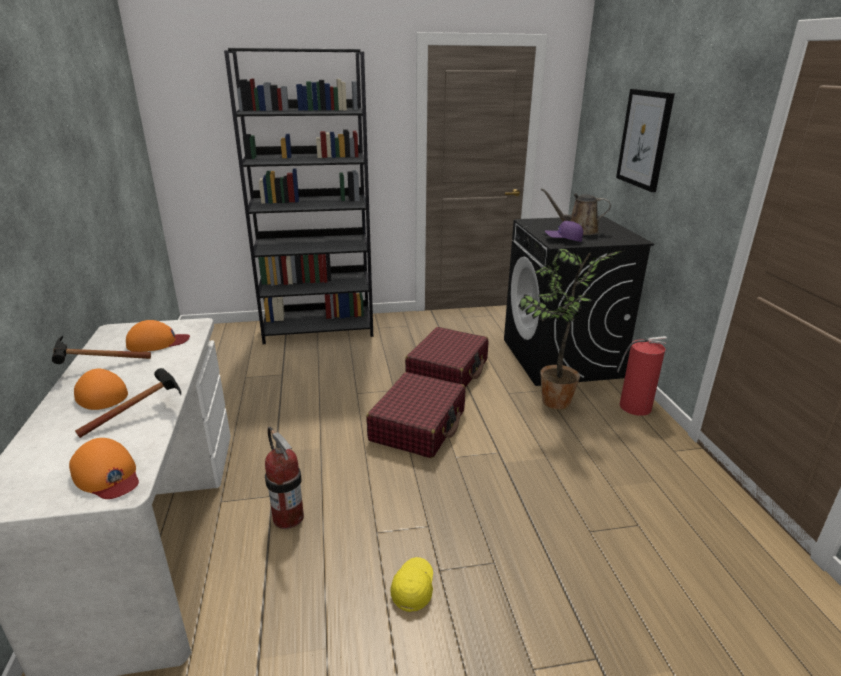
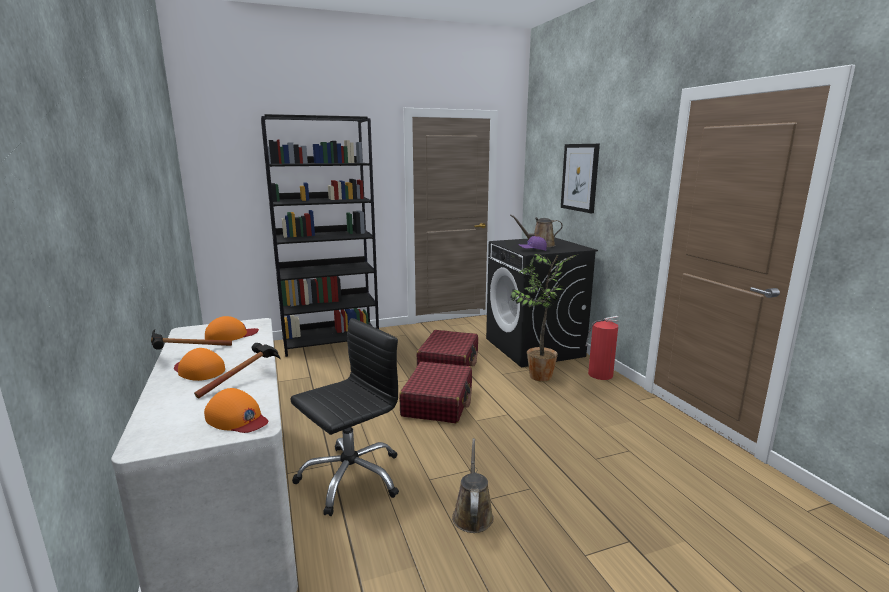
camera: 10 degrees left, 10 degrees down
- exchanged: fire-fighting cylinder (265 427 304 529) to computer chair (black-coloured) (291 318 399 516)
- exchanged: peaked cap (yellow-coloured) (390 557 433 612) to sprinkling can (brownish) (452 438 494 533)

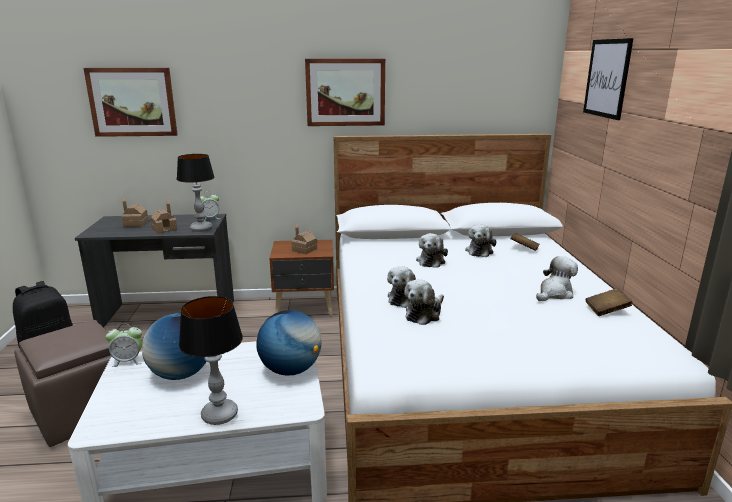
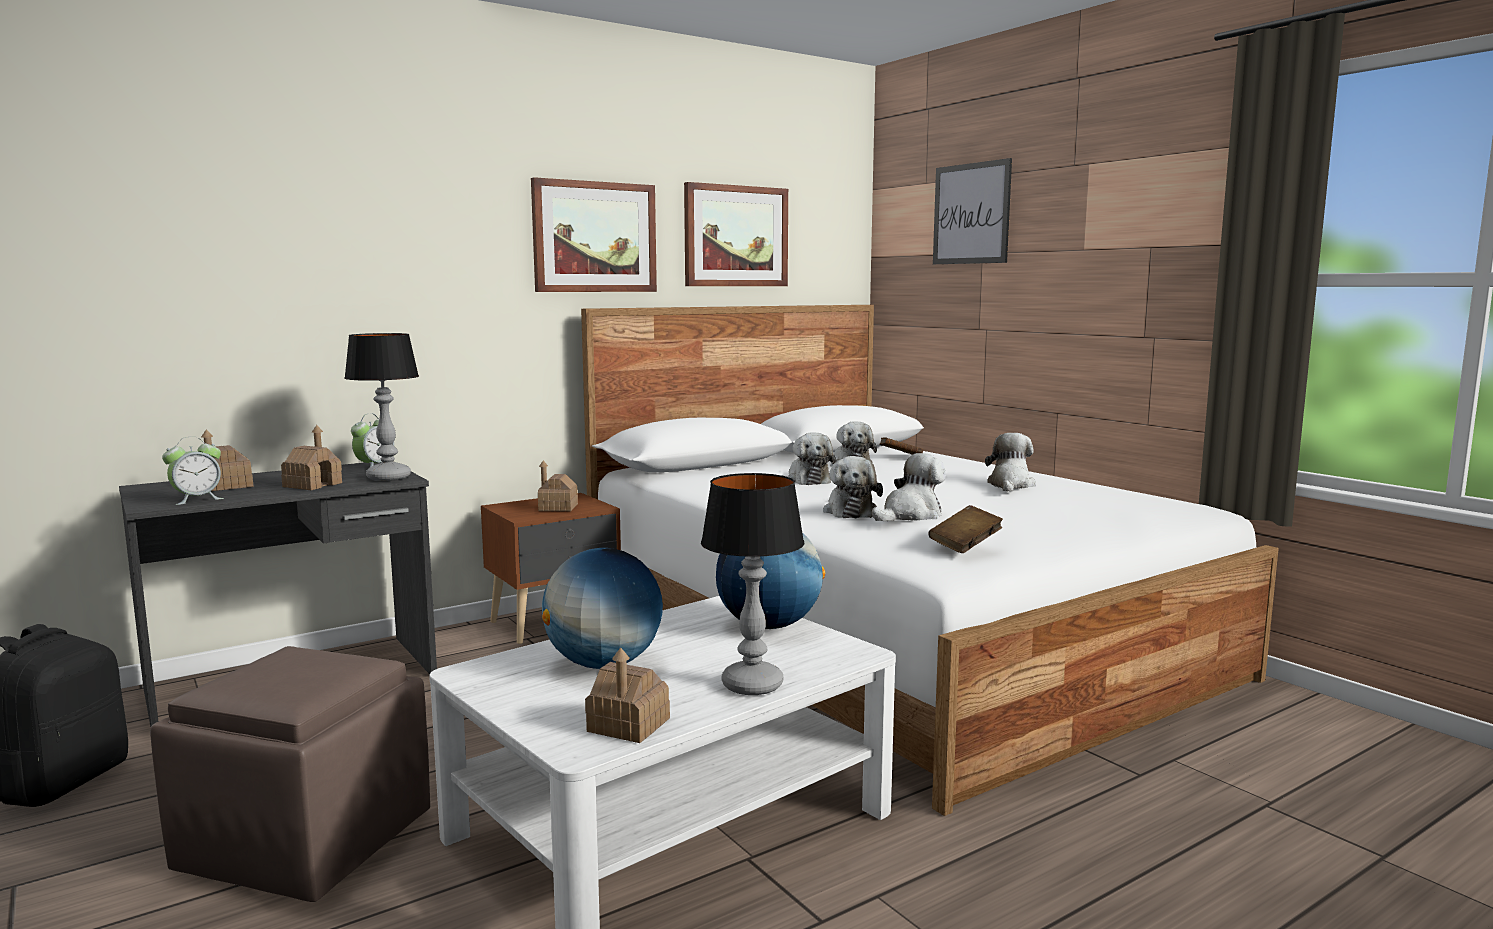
camera: 30 degrees left, 10 degrees down
- appeared: model house (585 647 670 743)
- relocated: wall picture (83 68 177 137) to (684 182 788 286)
- relocated: alarm clock (106 323 142 367) to (162 437 224 505)
- relocated: book (brownish) (586 288 632 316) to (929 505 1003 553)
- spun: soft toy (404 279 444 325) = (872 453 946 521) 135 degrees counterclockwise

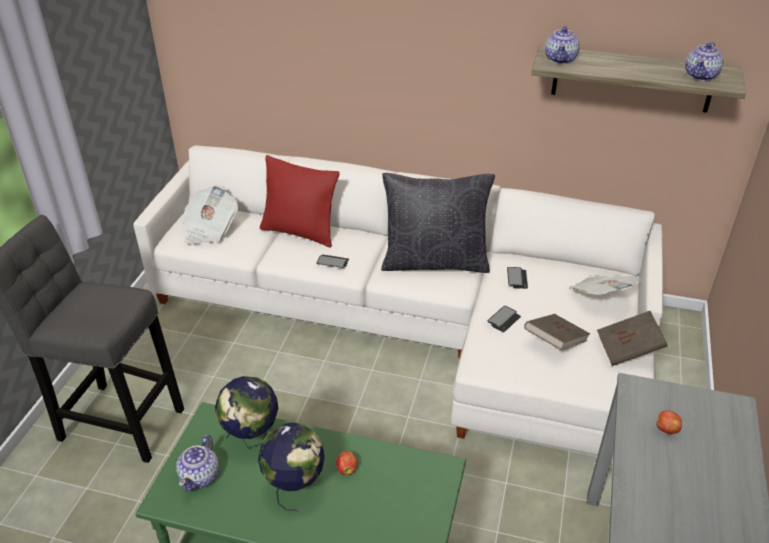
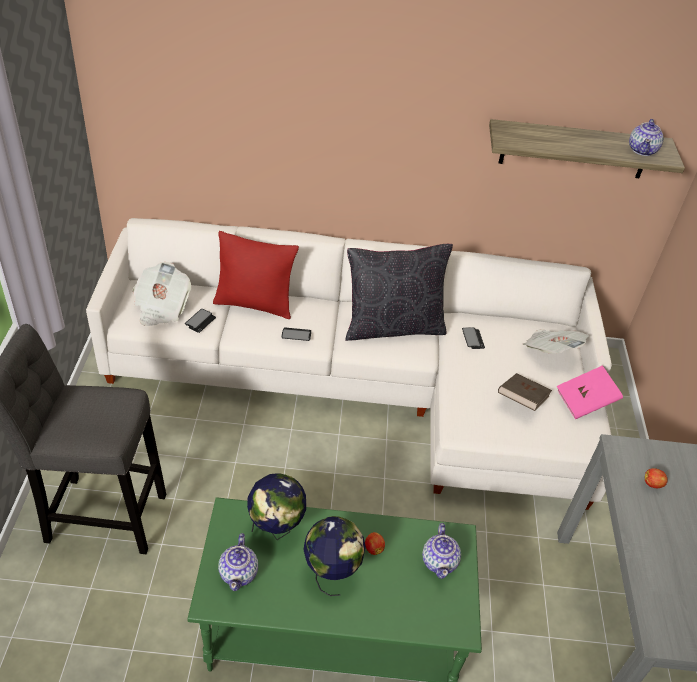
camera: 15 degrees left, 5 degrees up
- relocated: handset (487 306 521 332) to (185 309 216 333)
- relocated: teapot (545 26 580 64) to (422 523 461 579)
- colour: book (brownish) (597 311 668 366) to book (pinkish) (557 365 623 419)

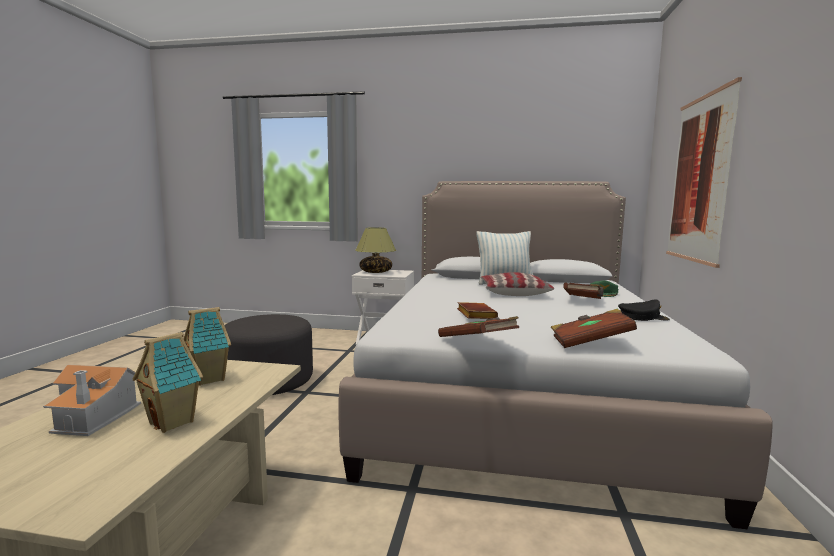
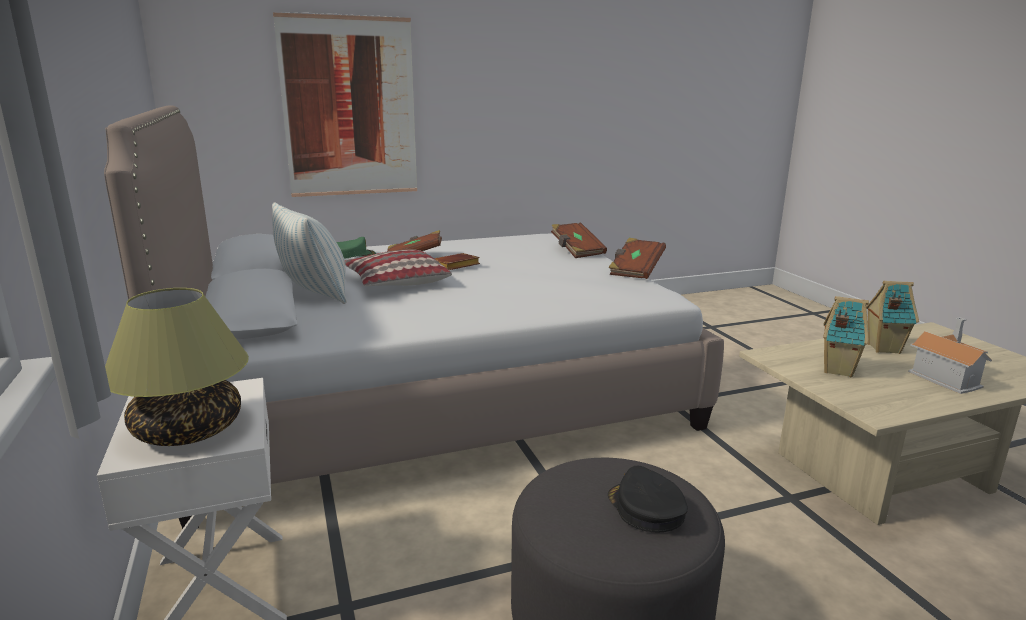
camera: 120 degrees left, 10 degrees up
- relocated: book (brownish) (457 302 498 319) to (434 253 480 270)
- relocated: peaked cap (black-coloured) (618 300 670 321) to (608 466 688 533)

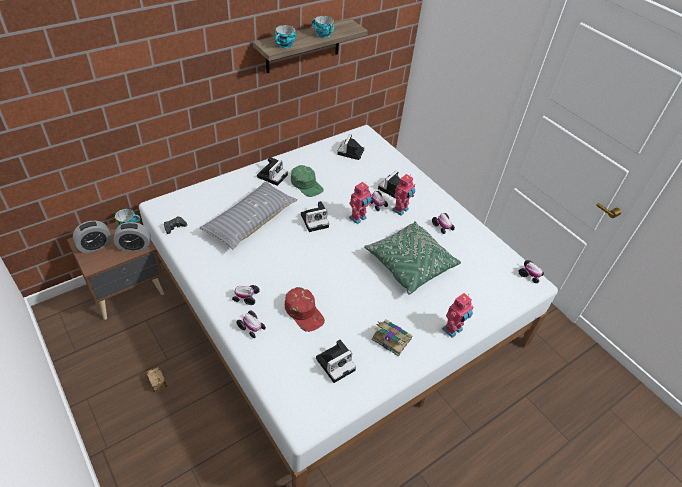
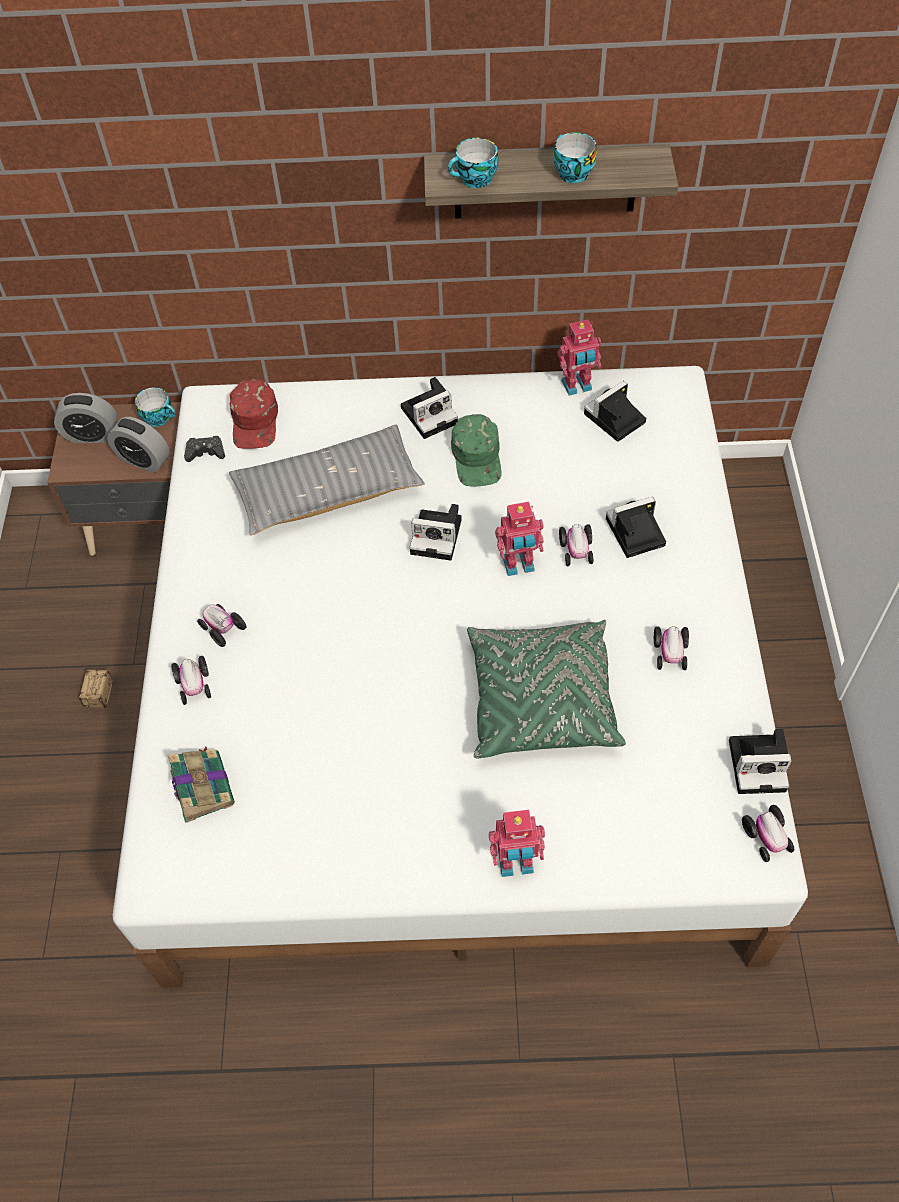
camera: 40 degrees right, 10 degrees up
- relocated: peaked cap (red-coloured) (285 287 325 332) to (230 379 278 449)
- relocated: photo camera (316 340 356 383) to (729 728 792 794)
- relocated: book (371 319 413 357) to (168 747 235 823)
- relocated: model robot (392 174 415 216) to (557 320 601 396)

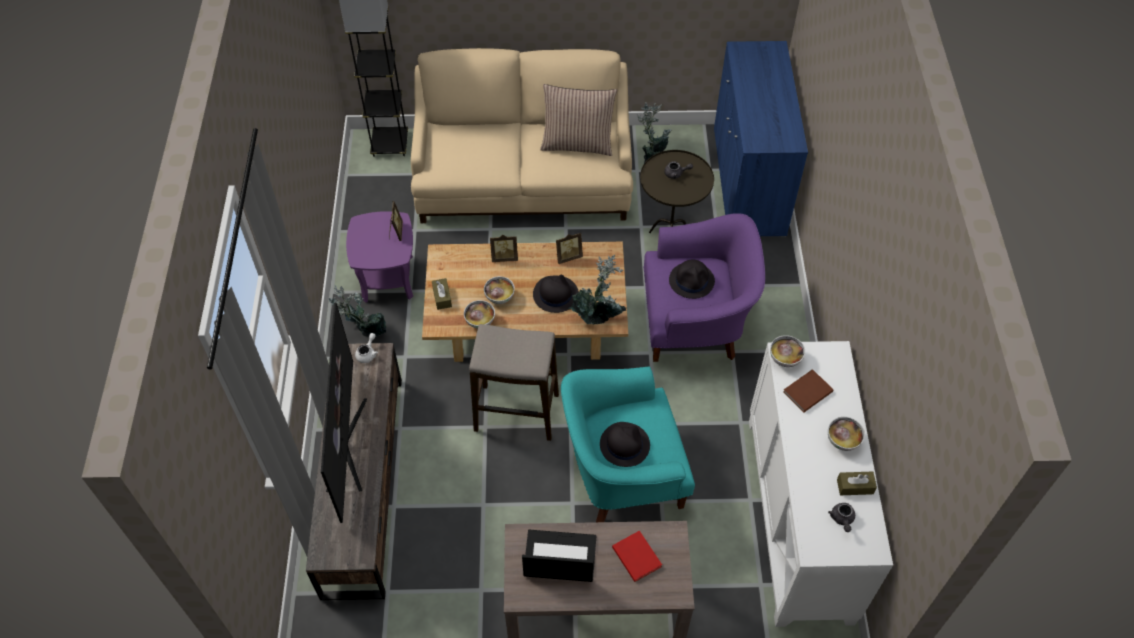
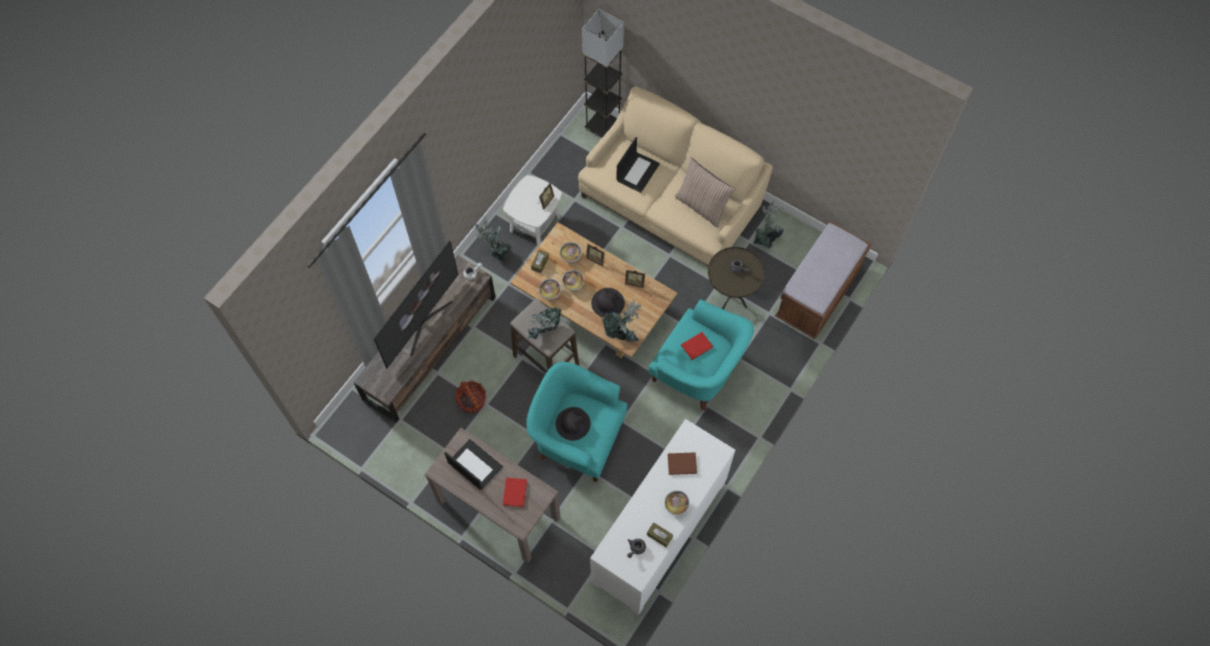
camera: 35 degrees right, 10 degrees up
- appeared: storage basket (455 381 486 413)
- appeared: plant in a pot (527 308 561 339)
- appeared: laptop (616 137 660 193)
- relocated: deep dish (770 335 805 367) to (560 242 582 263)
- exchanged: clothing hat (black-coloured) (669 260 715 299) to book (red-coloured) (681 332 713 360)
- exchanged: storage cabinet (blue) (714 41 808 237) to indoor bench (brownish) (775 222 872 339)
- colour: end table (purple) (346 211 413 303) to end table (white) (503 175 562 247)
- colour: armchair (purple) (643 213 765 362) to armchair (turquoise-coloured) (648 299 754 411)

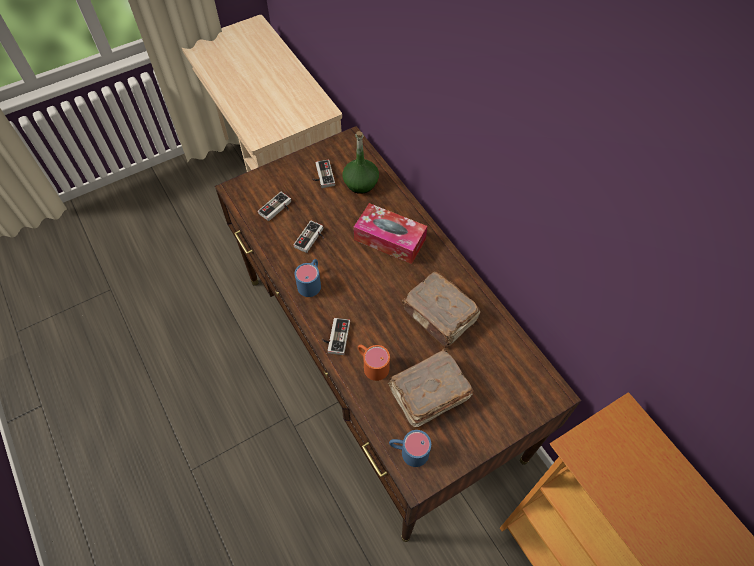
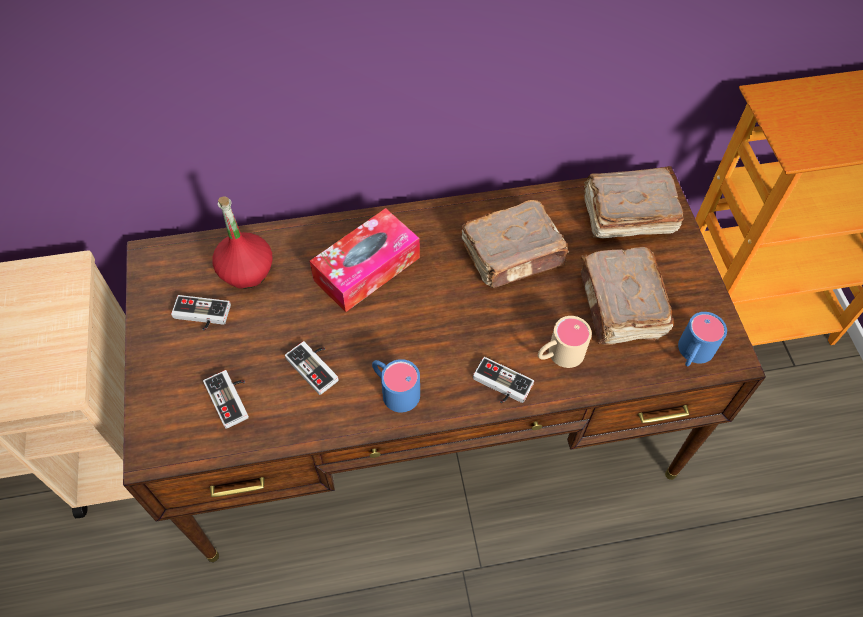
camera: 70 degrees left, 0 degrees up
- appeared: book (brownish) (584 168 684 238)
- colour: bottle (green) (342 131 379 194) to bottle (red-coloured) (212 196 273 289)
- colour: tea mug (orangey) (358 345 390 381) to tea mug (sand-coloured) (538 316 592 368)

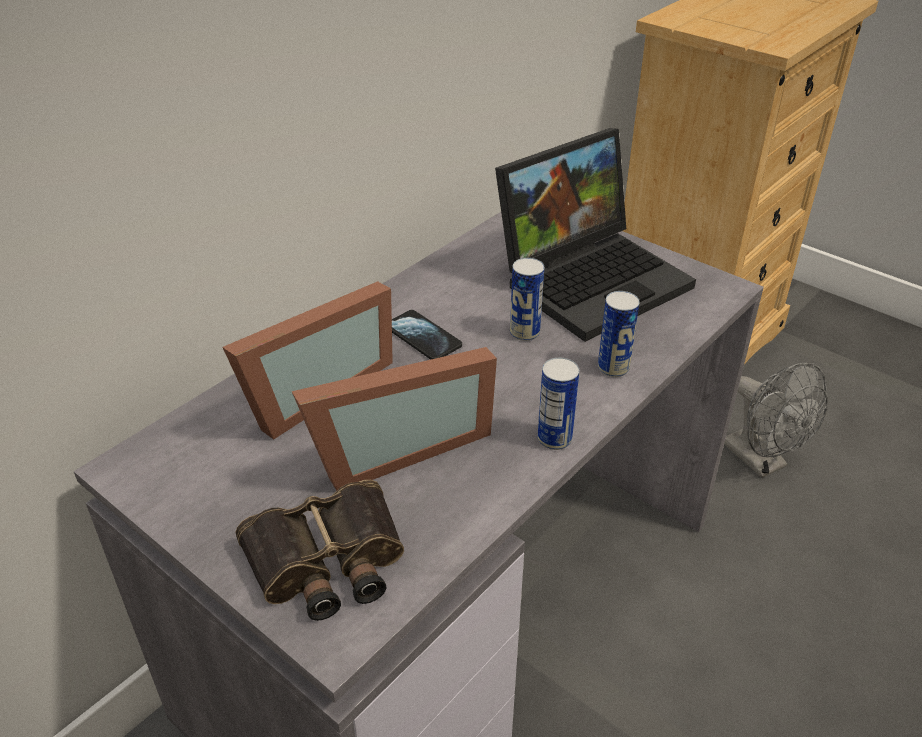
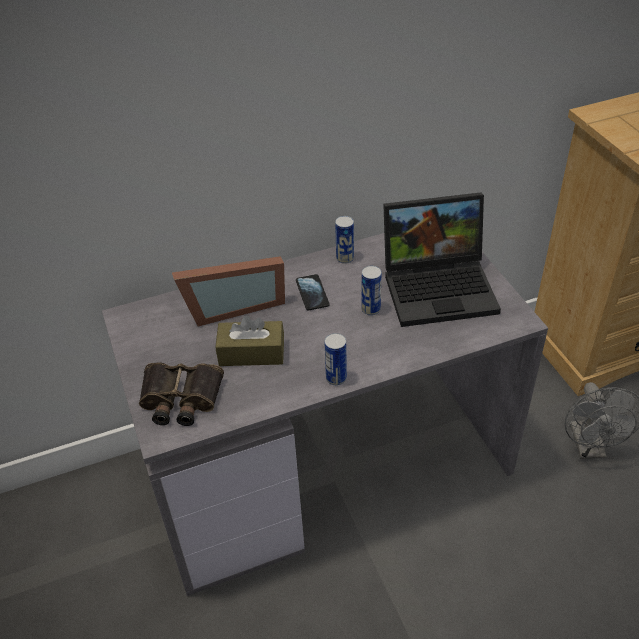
camera: 30 degrees right, 5 degrees up
- relocated: can (598 291 640 377) to (335 216 354 264)
- exchanged: photo frame (292 347 497 491) to tissue holder (brownish) (215 315 284 366)

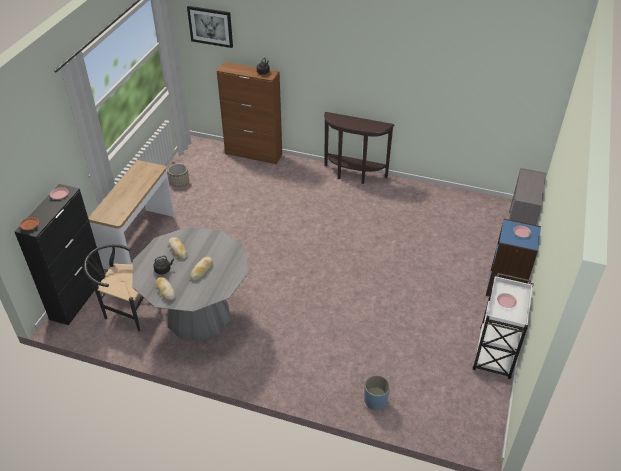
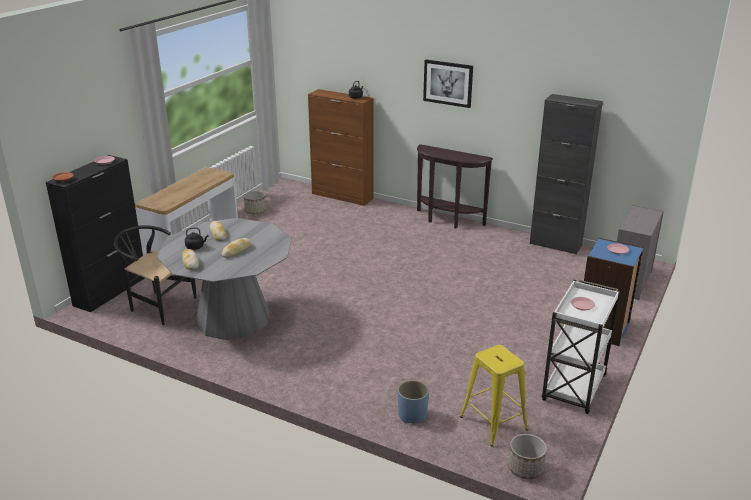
camera: 10 degrees right, 15 degrees down
- appeared: stool (yellow-coloured) (460 345 528 447)
- appeared: flower pot (508 434 547 479)
- appeared: storage cabinet (black-coloured) (530 94 603 255)
- relocated: wall picture (187 6 233 48) to (423 60 473 108)

